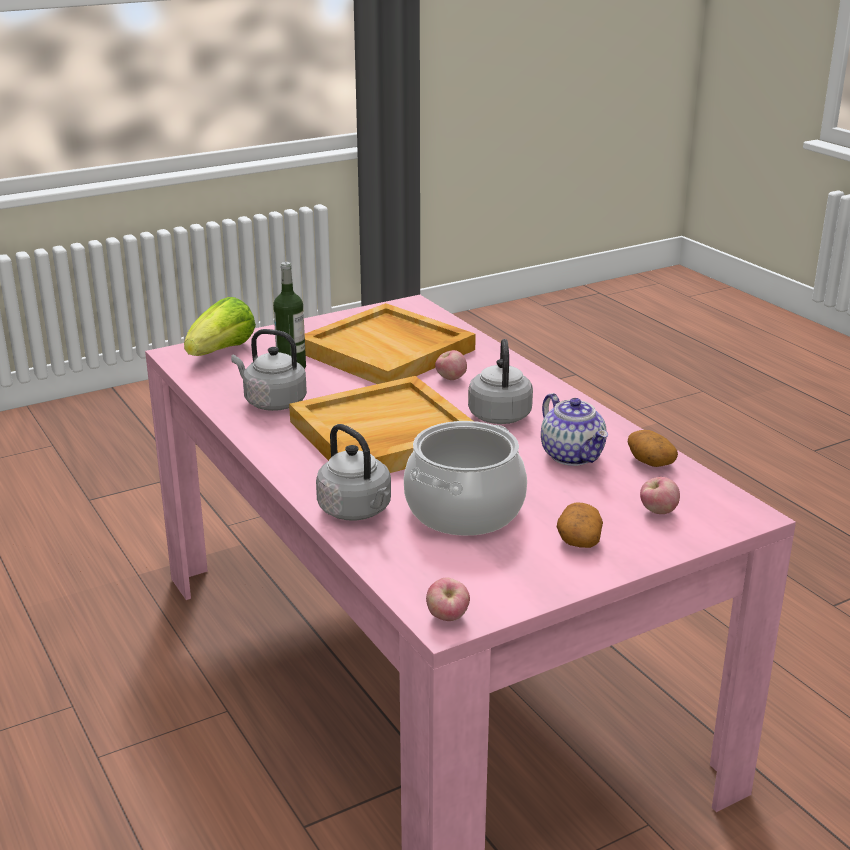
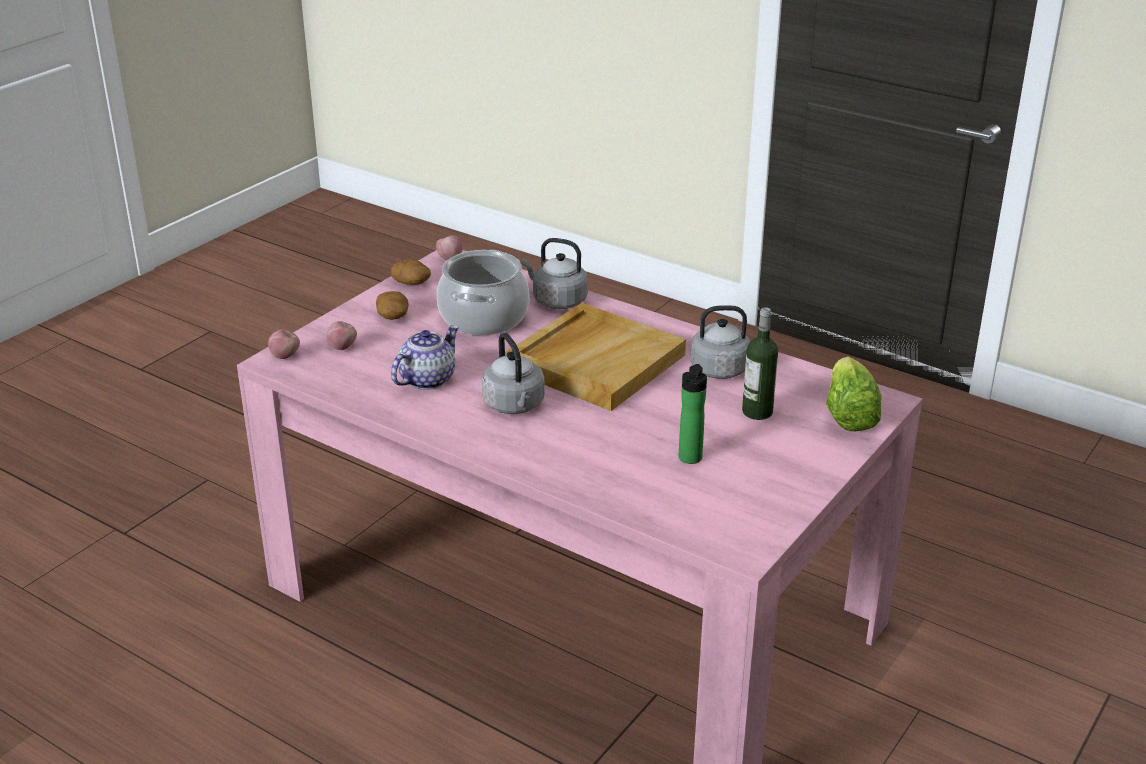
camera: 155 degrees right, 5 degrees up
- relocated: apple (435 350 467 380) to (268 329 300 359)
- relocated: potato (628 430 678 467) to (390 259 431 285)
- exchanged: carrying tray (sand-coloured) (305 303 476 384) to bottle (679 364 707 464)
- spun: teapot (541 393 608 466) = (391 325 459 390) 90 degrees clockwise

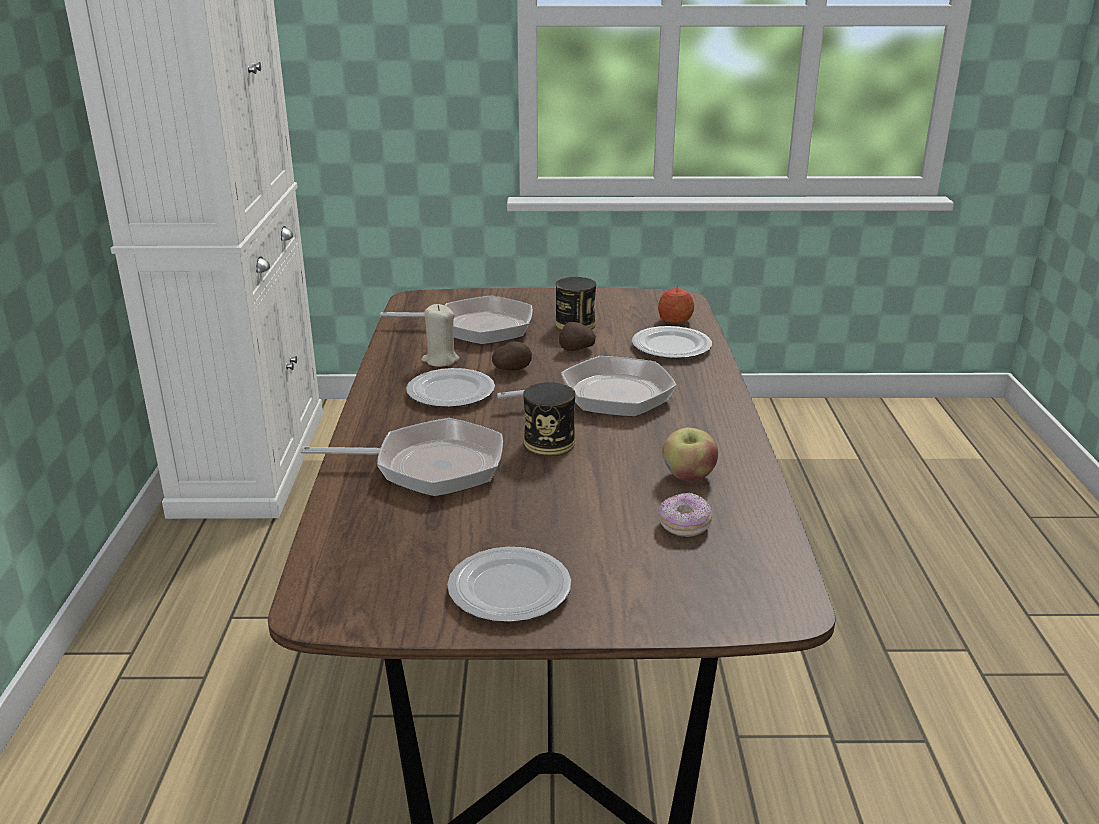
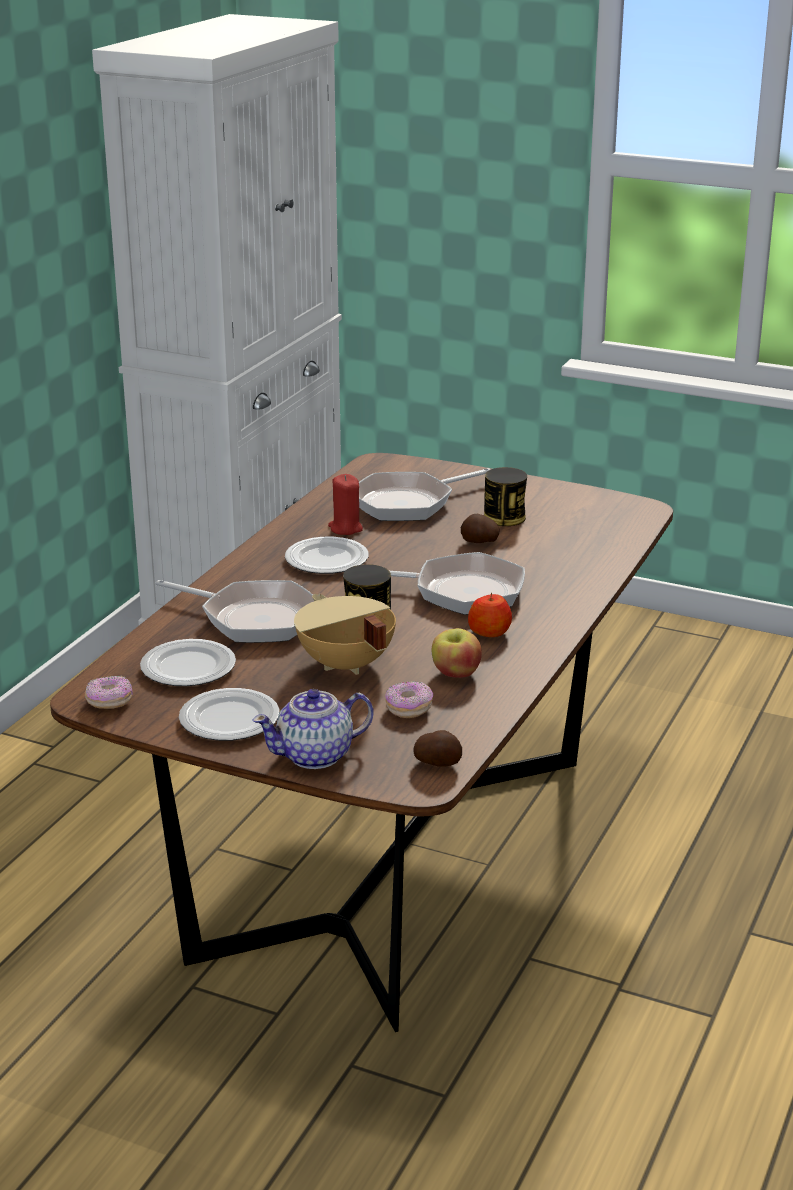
camera: 25 degrees right, 0 degrees up
- appeared: doughnut (85 676 133 709)
- appeared: teapot (252 689 373 769)
- appeared: stockpot (sand-coloured) (294 594 396 675)
- relocated: potato (492 341 532 371) to (414 730 462 766)
- relocated: flat dish (632 326 712 359) to (140 639 236 686)
- relocated: apple (658 286 694 323) to (468 593 512 637)
- colour: wax candle (sand-coloured) (421 304 460 367) to wax candle (red-coloured) (328 474 363 535)
- spun: frying pan (380 295 533 345) = (359 468 491 521) 120 degrees clockwise

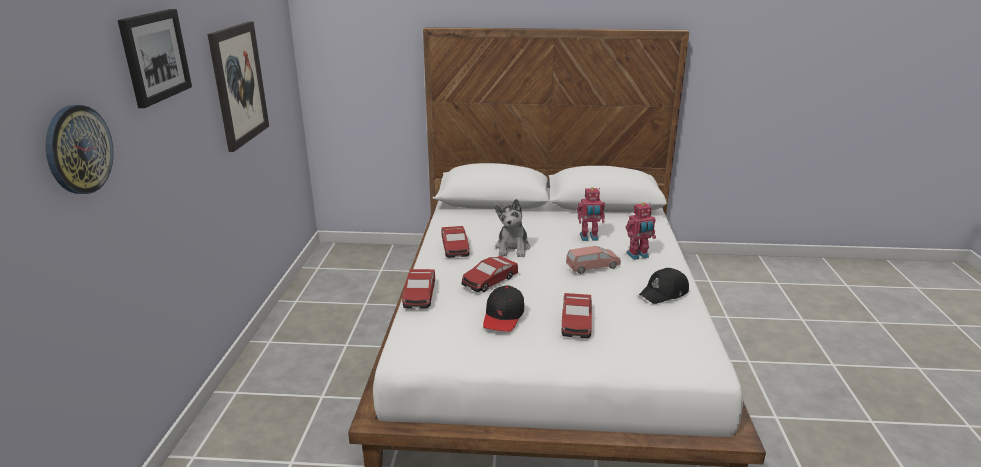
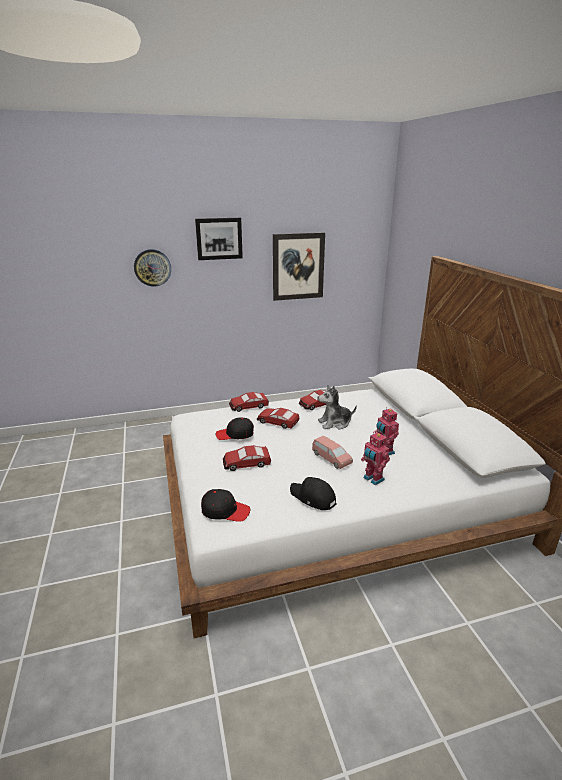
camera: 70 degrees right, 0 degrees up
- appeared: peaked cap (black-coloured) (201 489 250 522)

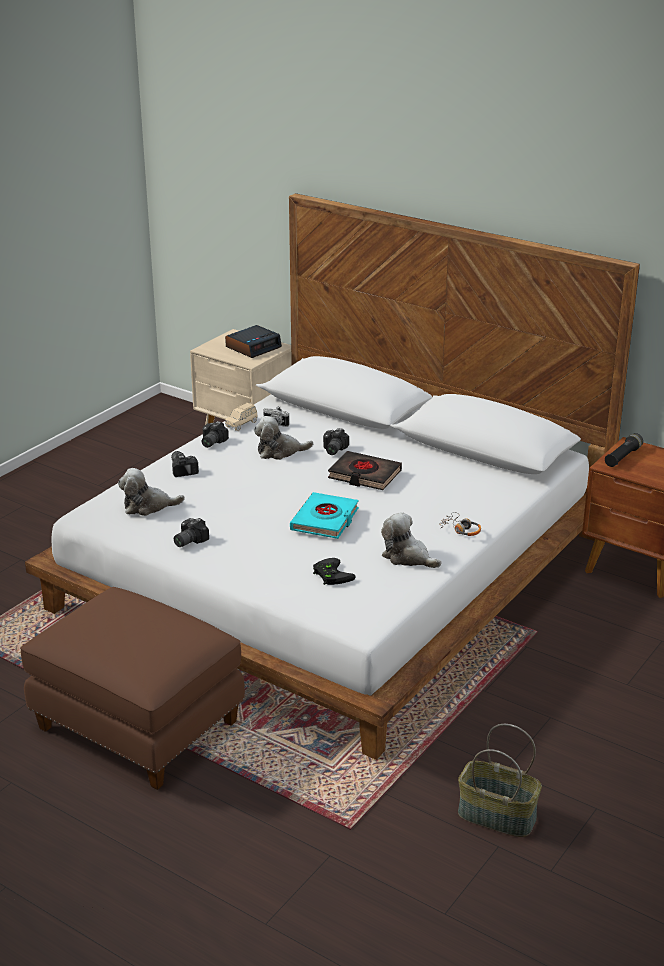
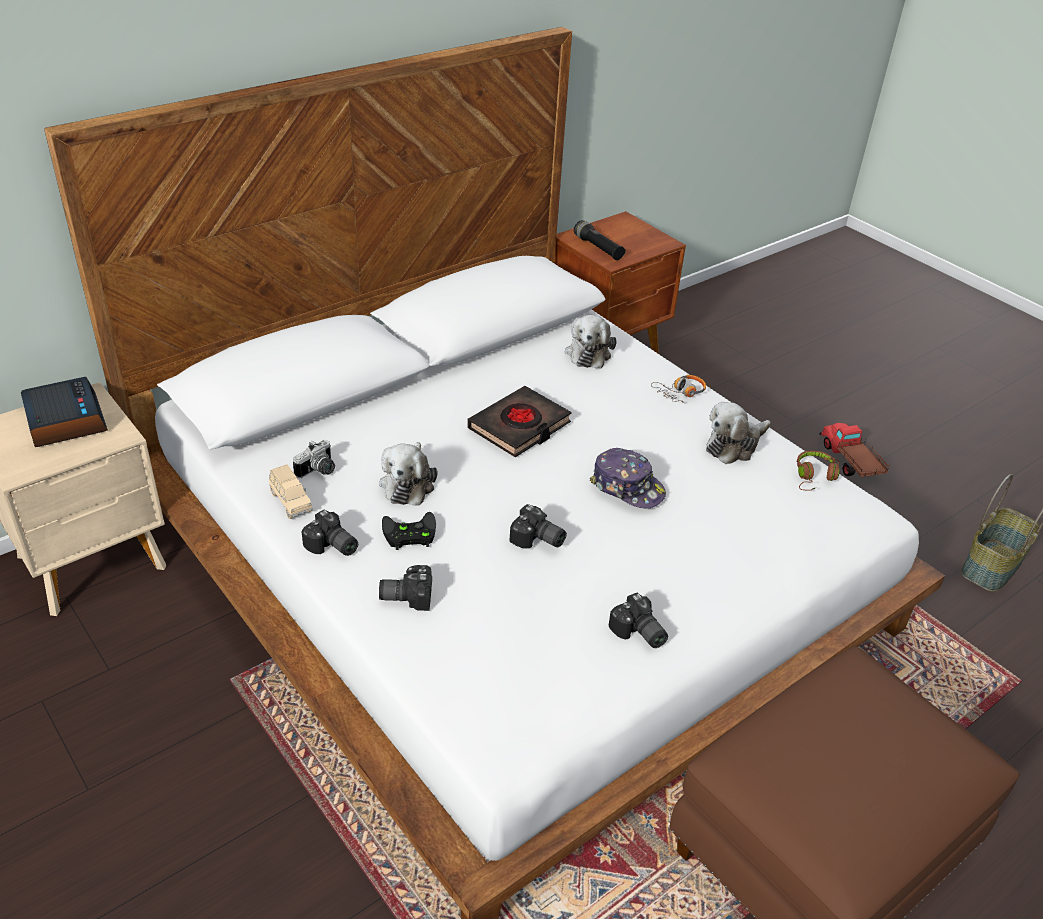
camera: 75 degrees left, 10 degrees up
- appeared: headphones (brownish) (796 451 840 491)
- appeared: model truck (819 423 889 477)
- relocated: soft toy (118 468 185 516) to (565 315 617 369)
- relocated: gamepad (black-coloured) (313 558 356 585) to (382 512 436 550)
- relocated: photo camera (323 428 349 455) to (510 504 567 549)
- exchanged: book (turquoise-coloured) (290 492 359 539) to peaked cap (590 448 666 508)

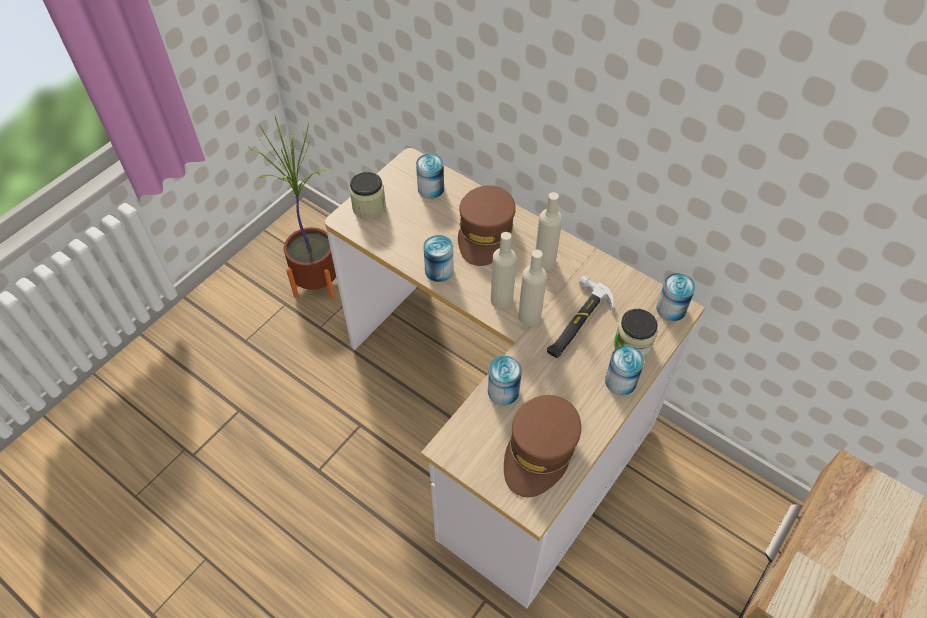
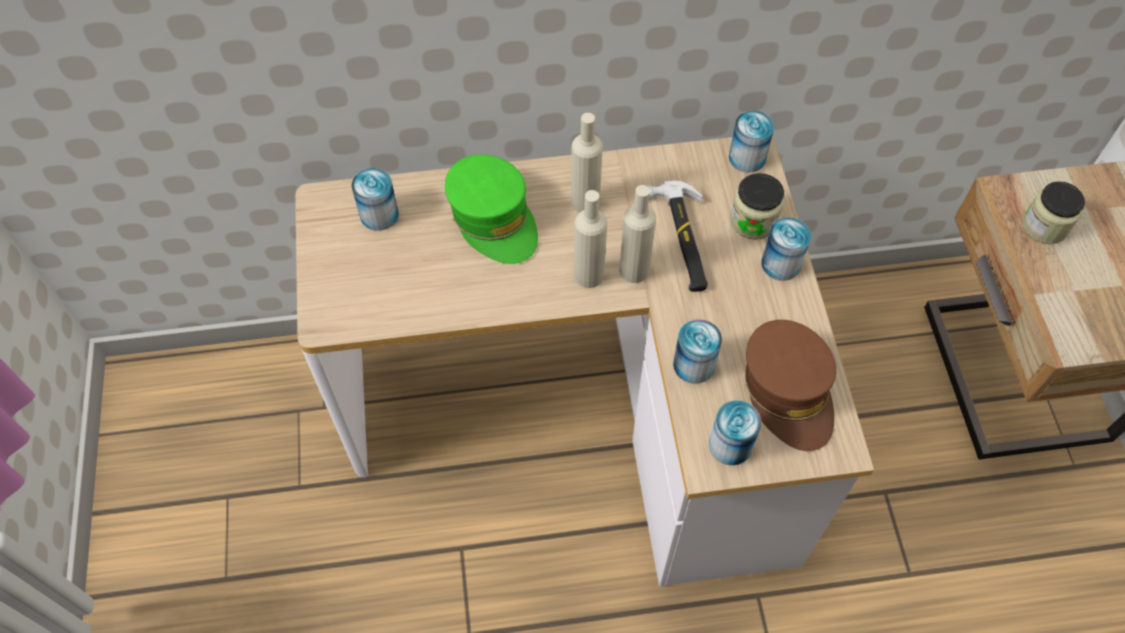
camera: 45 degrees left, 5 degrees up
- missing: plant in a pot (249 116 336 300)
- relocated: preserve jar (350 172 386 219) to (1022 181 1085 244)
- relocated: can (423 235 454 282) to (709 400 761 465)
- colour: peaked cap (brownish) (458 185 516 266) to peaked cap (green) (445 154 538 264)

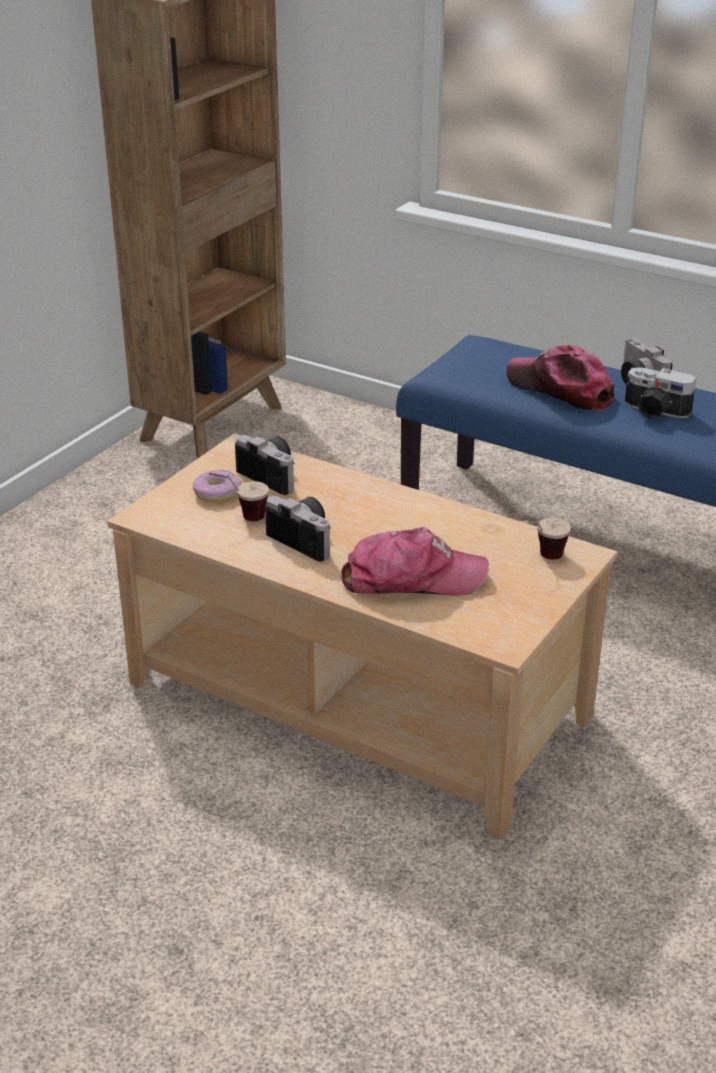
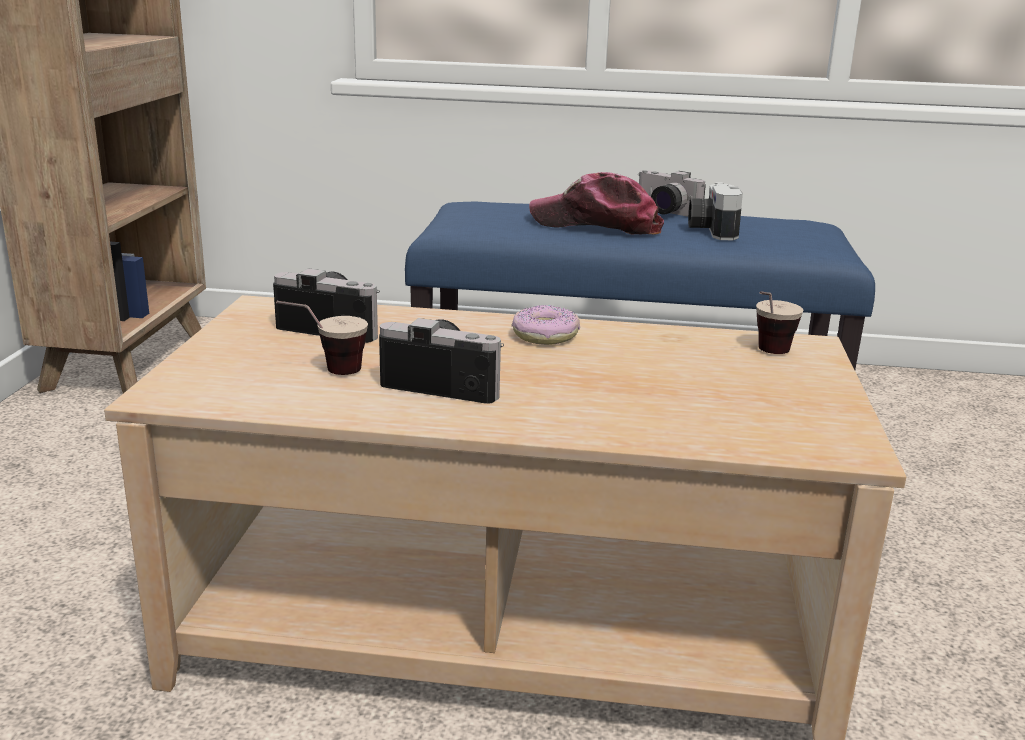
camera: 25 degrees left, 10 degrees down
- missing: peaked cap (341 527 489 596)
- relocated: doughnut (193 470 241 502) to (512 305 580 345)
- spun: photo camera (625 367 696 419) = (688 182 743 240) 90 degrees clockwise

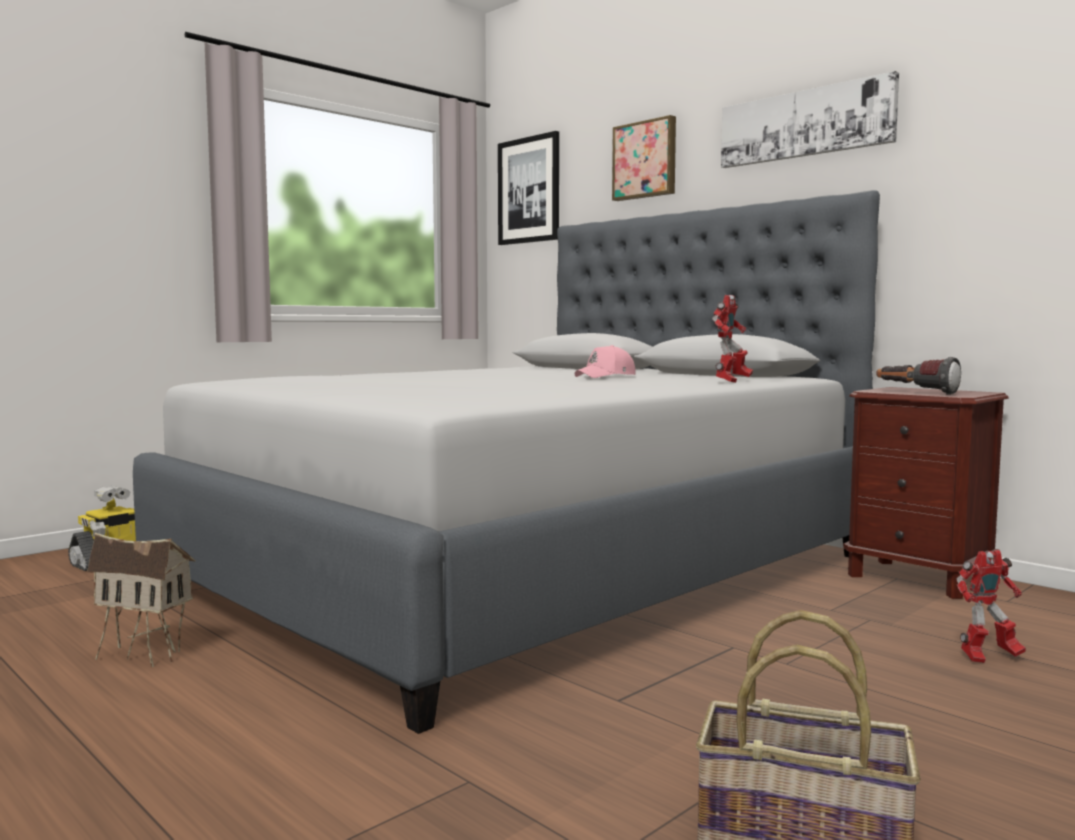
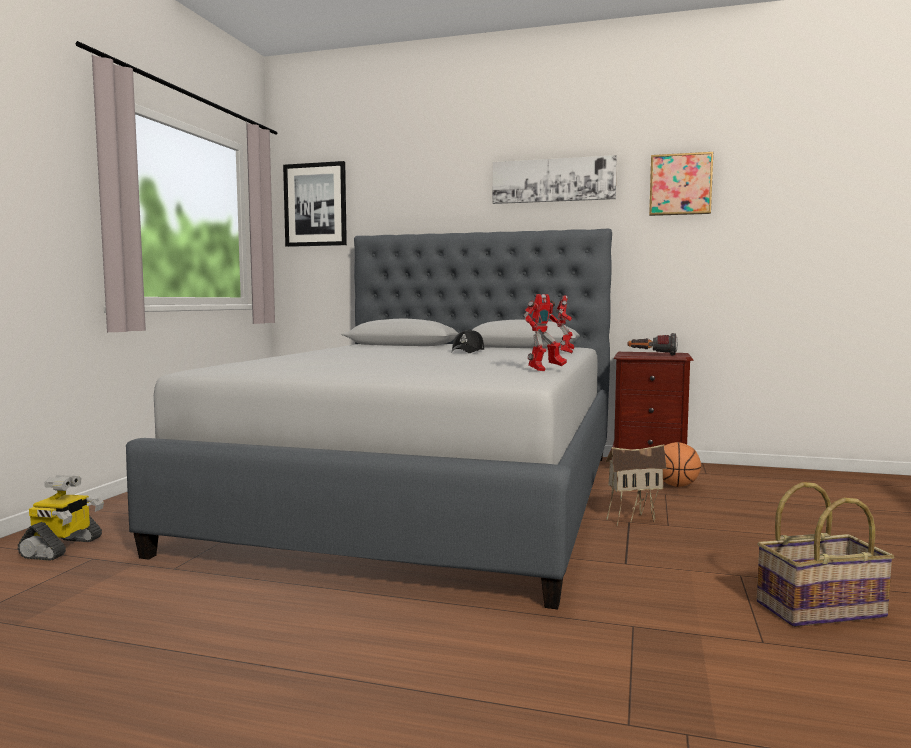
camera: 30 degrees left, 0 degrees up
- appeared: basketball ball (663 442 701 487)
- relocated: model house (87 533 196 667) to (605 444 667 526)
- relocated: wall picture (612 115 676 201) to (649 152 713 216)
- relocated: model robot (956 550 1026 663) to (524 294 567 372)
- colour: peaked cap (pinkish) (575 345 636 378) to peaked cap (black-coloured) (452 329 484 353)

